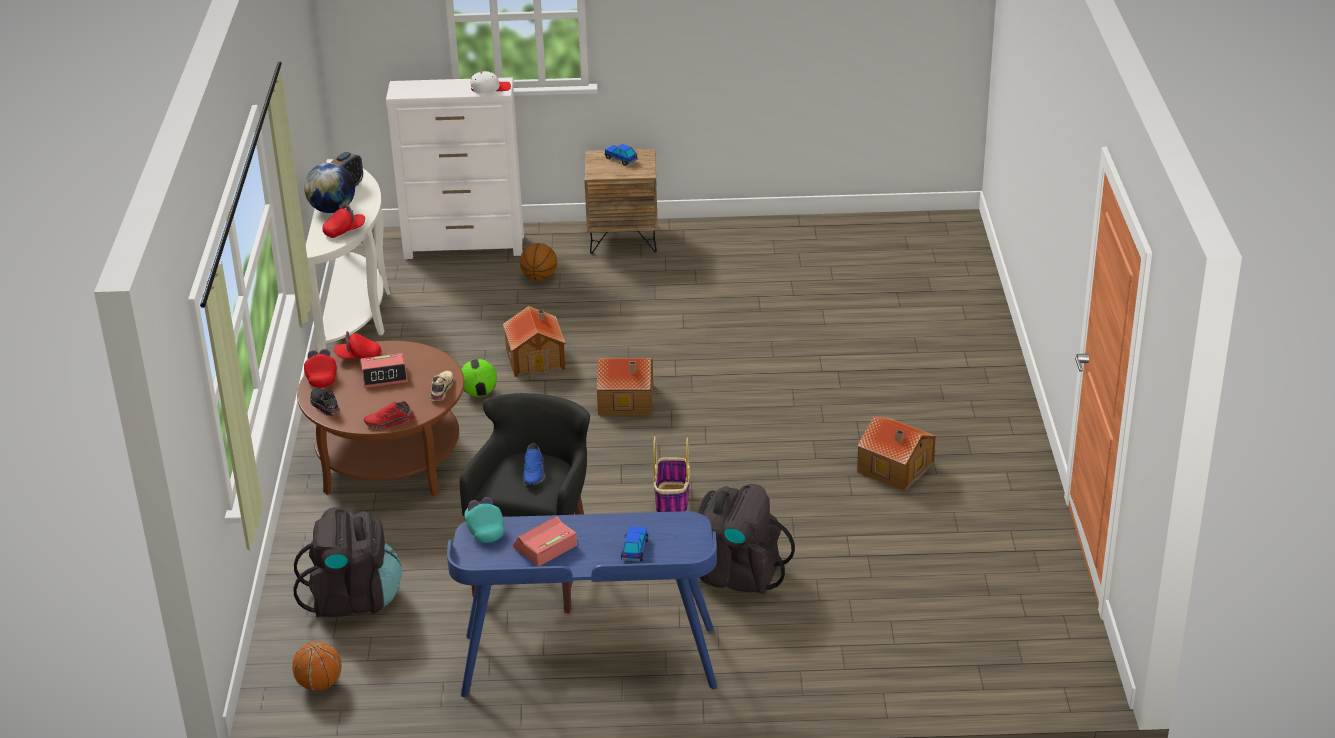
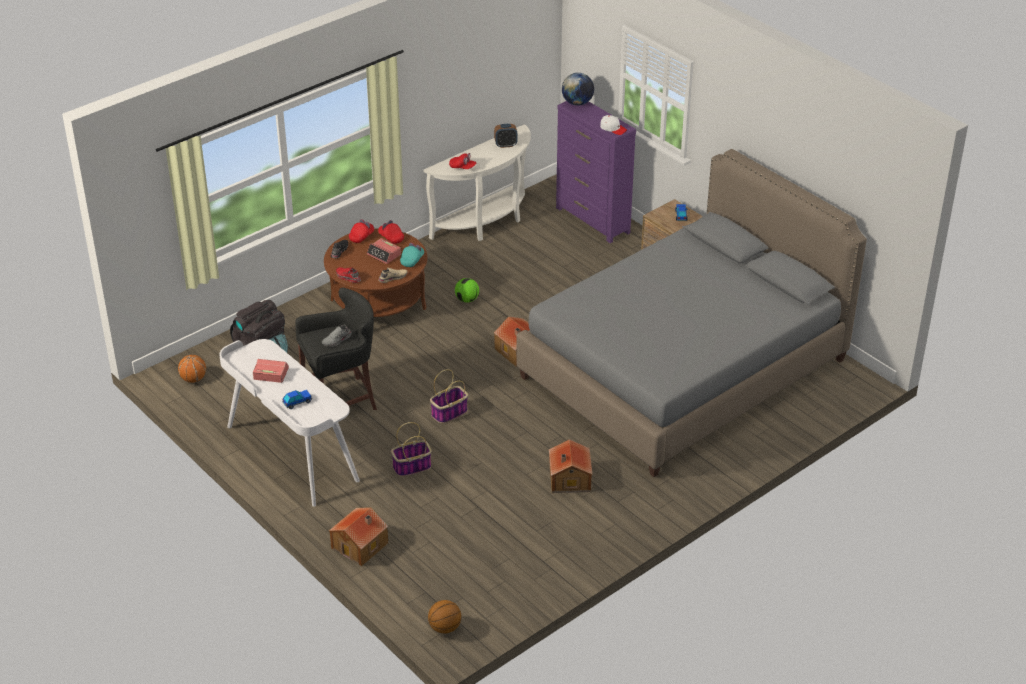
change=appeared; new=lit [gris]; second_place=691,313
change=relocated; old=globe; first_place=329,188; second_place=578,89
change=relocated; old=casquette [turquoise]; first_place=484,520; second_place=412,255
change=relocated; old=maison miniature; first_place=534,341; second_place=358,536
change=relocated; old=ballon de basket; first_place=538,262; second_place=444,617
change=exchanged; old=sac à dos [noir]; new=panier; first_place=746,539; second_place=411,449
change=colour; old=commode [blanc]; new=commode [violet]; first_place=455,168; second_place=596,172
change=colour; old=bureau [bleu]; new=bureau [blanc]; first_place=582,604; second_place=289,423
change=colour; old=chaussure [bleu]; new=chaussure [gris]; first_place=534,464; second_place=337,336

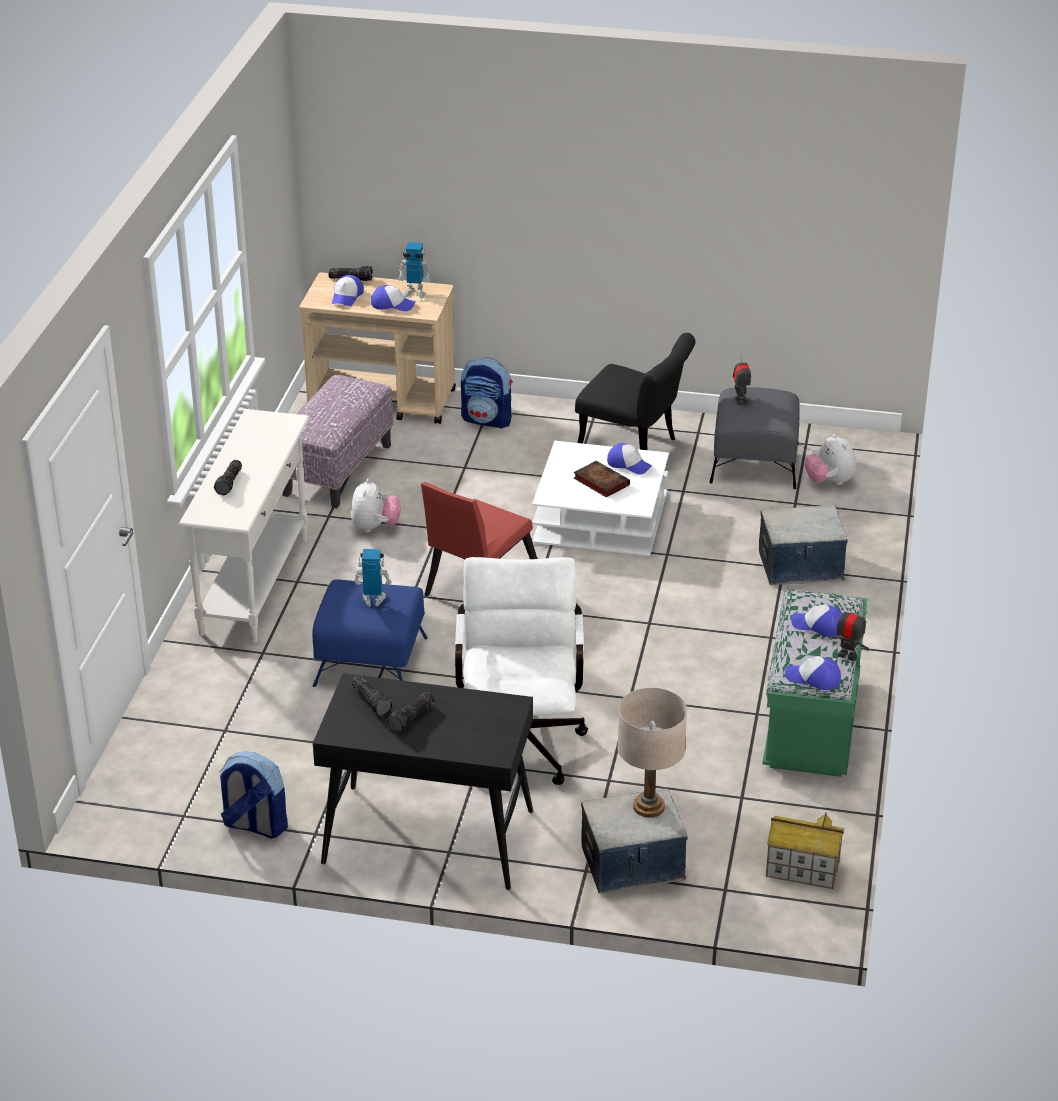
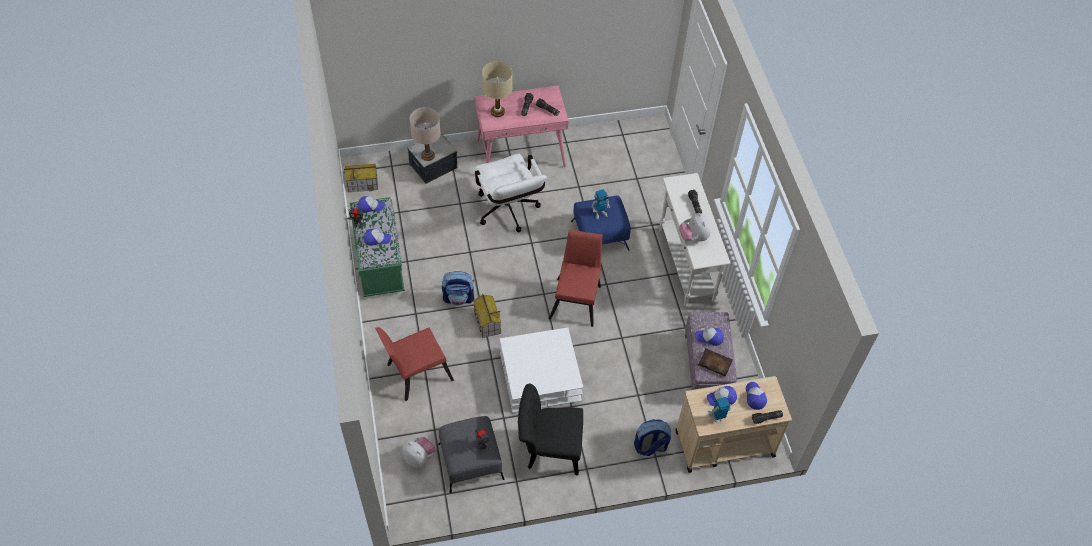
change=appeared; new=maison miniature; second_place=487,316
change=appeared; new=lampe de table [beige]; second_place=497,89
change=relocated; old=sac à dos; first_place=254,795; second_place=458,288
change=relocated; old=peluche; first_place=376,506; second_place=694,227
change=relocated; old=livre; first_place=601,479; second_place=715,363
change=relocated; old=casquette; first_place=629,459; second_place=709,336
change=exchanged; old=boîte de rangement; new=chaise [rouge]; first_place=803,545; second_place=414,364
change=colour; old=bureau [noir]; new=bureau [rose]; first_place=423,781; second_place=522,126

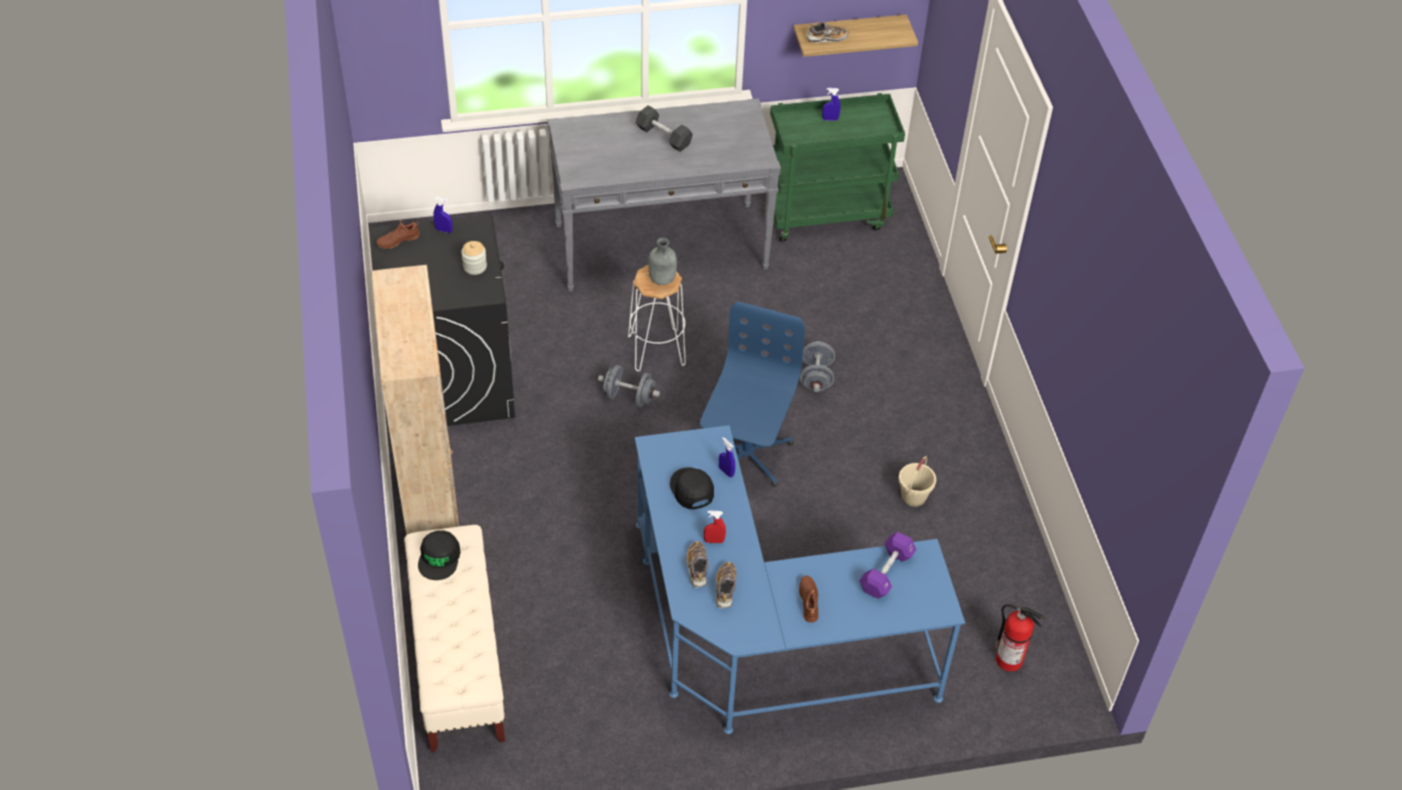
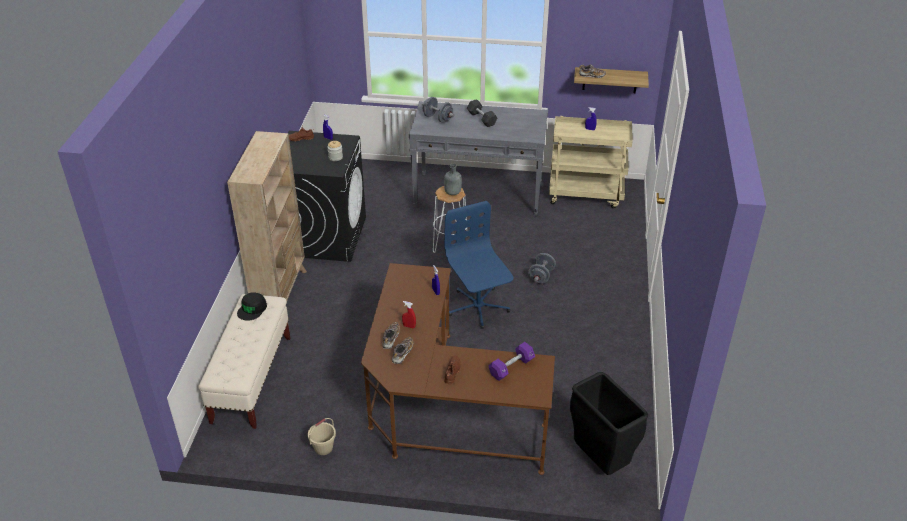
change=missing; old=casquette [noir]; first_place=692,488
change=relocated; old=haltère [gris]; first_place=629,386; second_place=438,110
change=relocated; old=seau [beige]; first_place=917,481; second_place=322,436
change=exchanged; old=extincteur; new=poubelle [noir]; first_place=1019,638; second_place=609,423
change=colour; old=bureau [bleu]; new=bureau [marron]; first_place=800,579; second_place=458,369
change=colour; old=chariot [vert]; new=chariot [beige]; first_place=837,167; second_place=591,162
change=spun; old=chaise de bureau [bleu]; first_place=752,394; second_place=479,265; degrees=-60

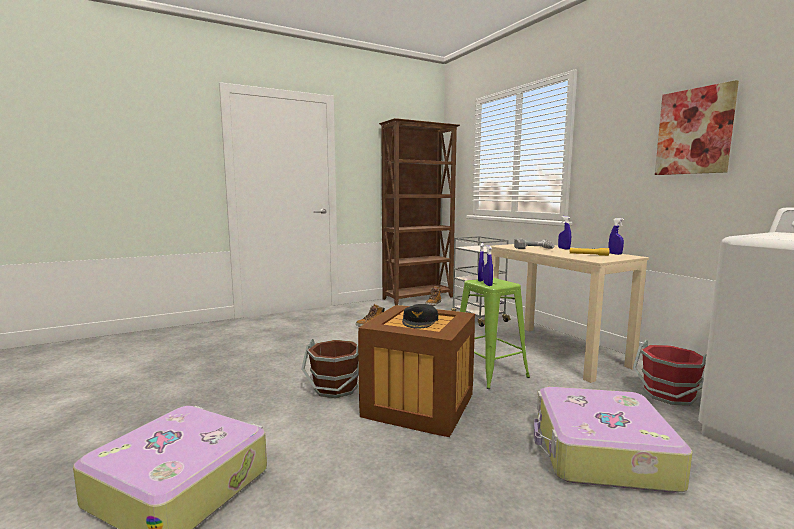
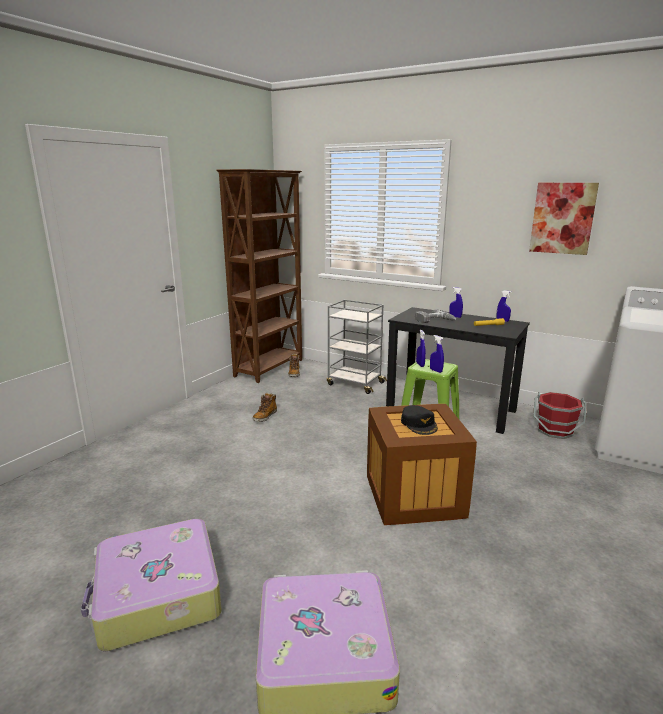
change=missing; old=seau [marron]; first_place=330,368
change=relocated; old=valise; first_place=613,440; second_place=151,585
change=colour; old=bureau [beige]; new=bureau [noir]; first_place=570,313; second_place=458,370

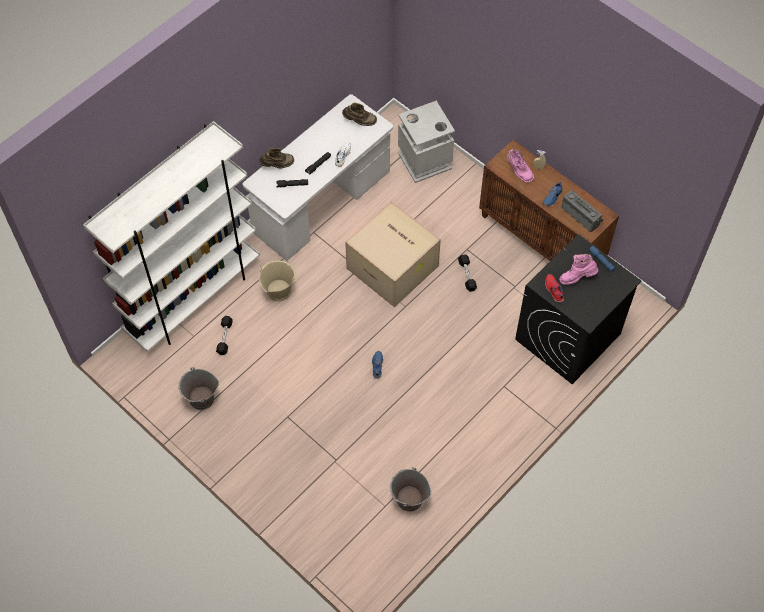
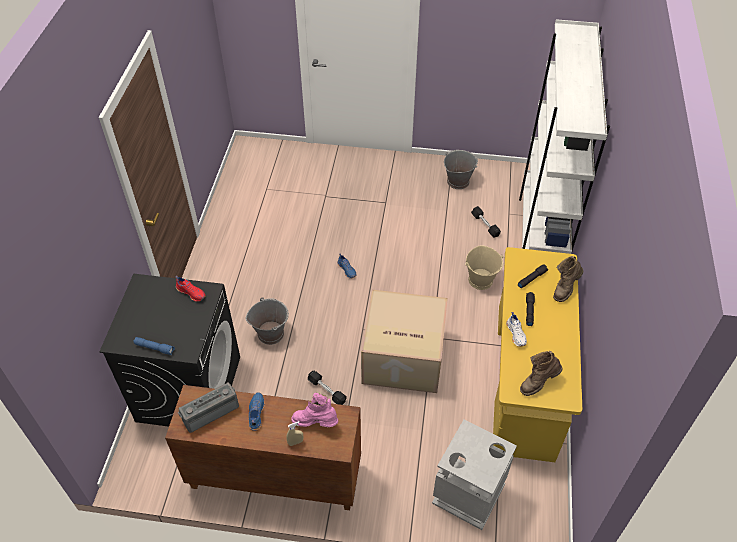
change=missing; old=botte [rose]; first_place=579,269
change=relocated; old=seau [gris]; first_place=410,489; second_place=267,321
change=colour; old=bureau [blanc]; new=bureau [jaune]; first_place=318,177; second_place=537,354
change=spun; old=radio; first_place=583,211; second_place=208,407; degrees=135

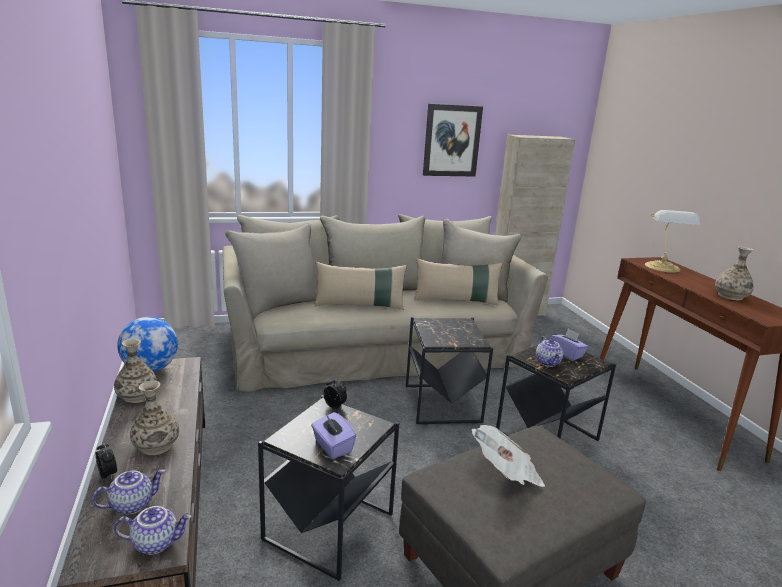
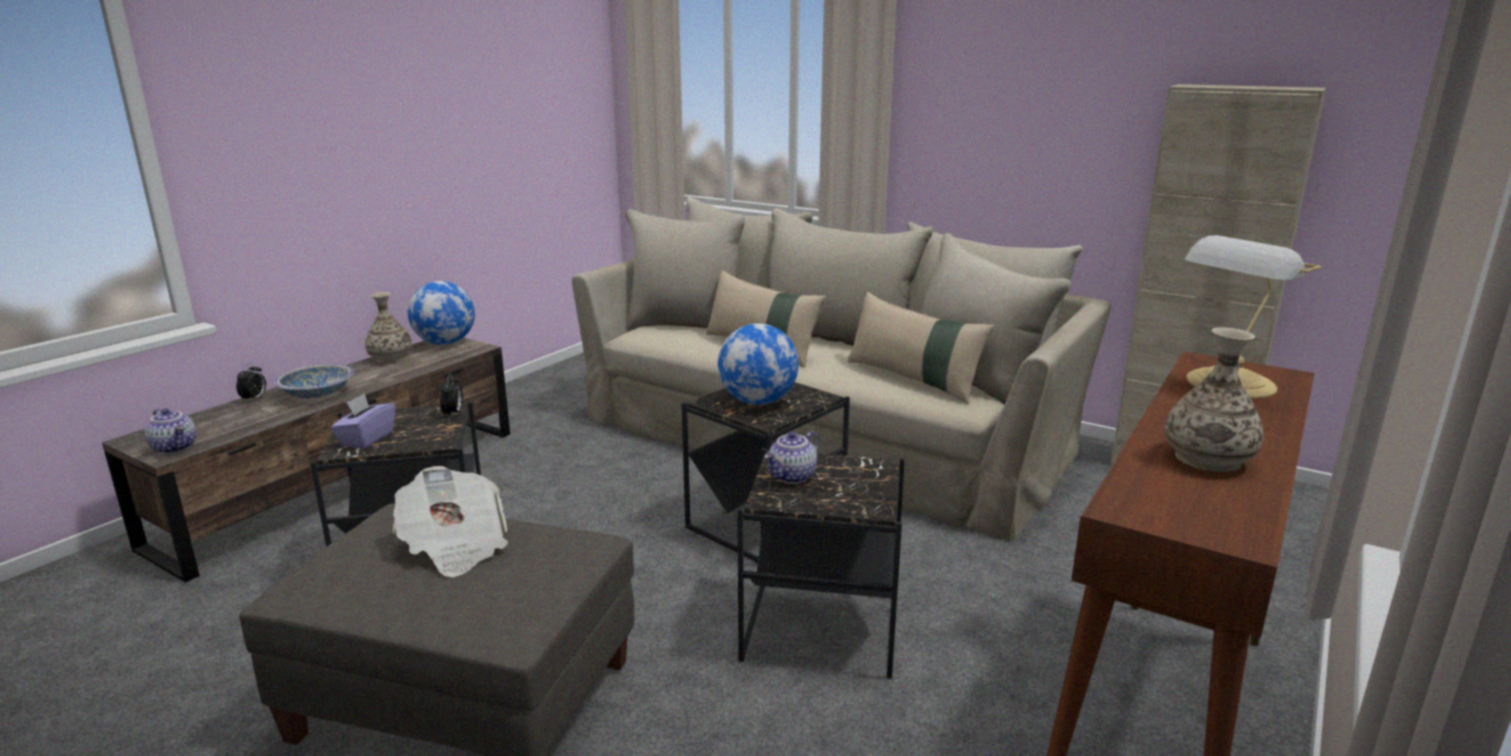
change=missing; old=théière; first_place=128,492
change=missing; old=tableau; first_place=453,140
change=missing; old=boîte à mouchoirs [violet]; first_place=569,345
change=appeared; new=globe; second_place=758,364
change=exchanged; old=vase; new=bol; first_place=154,418; second_place=314,381

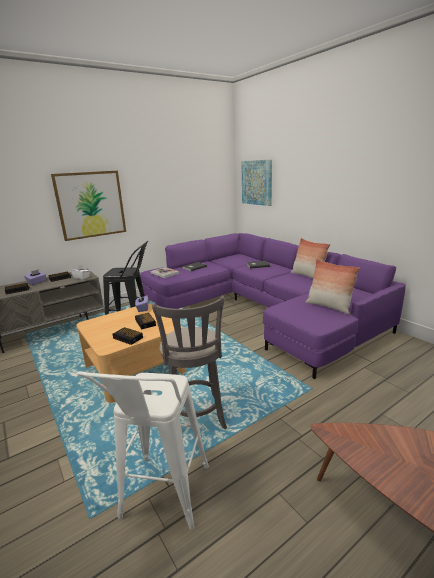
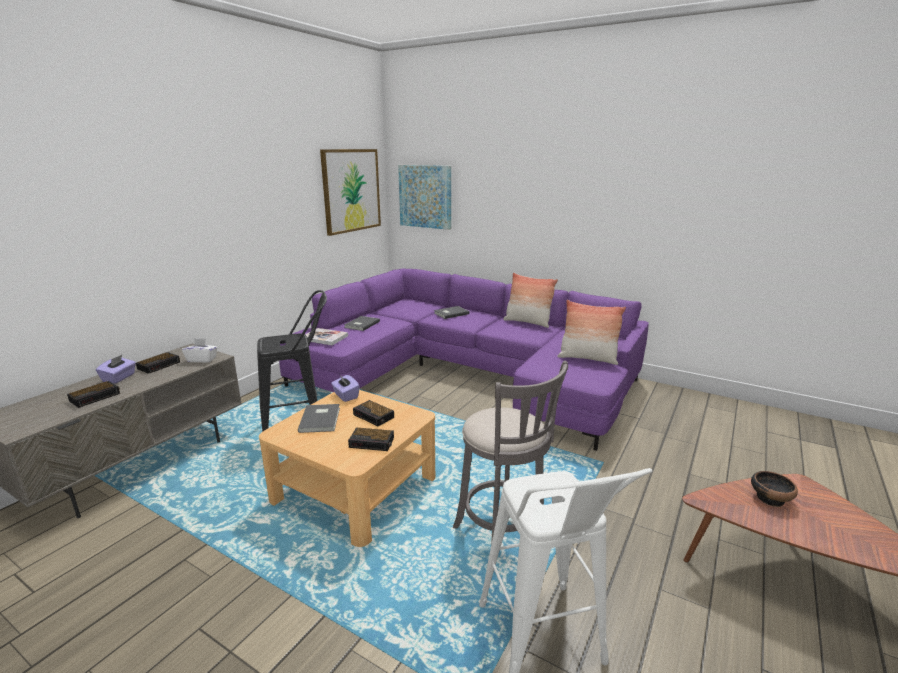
change=appeared; new=livre [gris]; second_place=319,418
change=appeared; new=bol; second_place=774,489
change=relocated; old=tableau; first_place=88,206; second_place=350,192

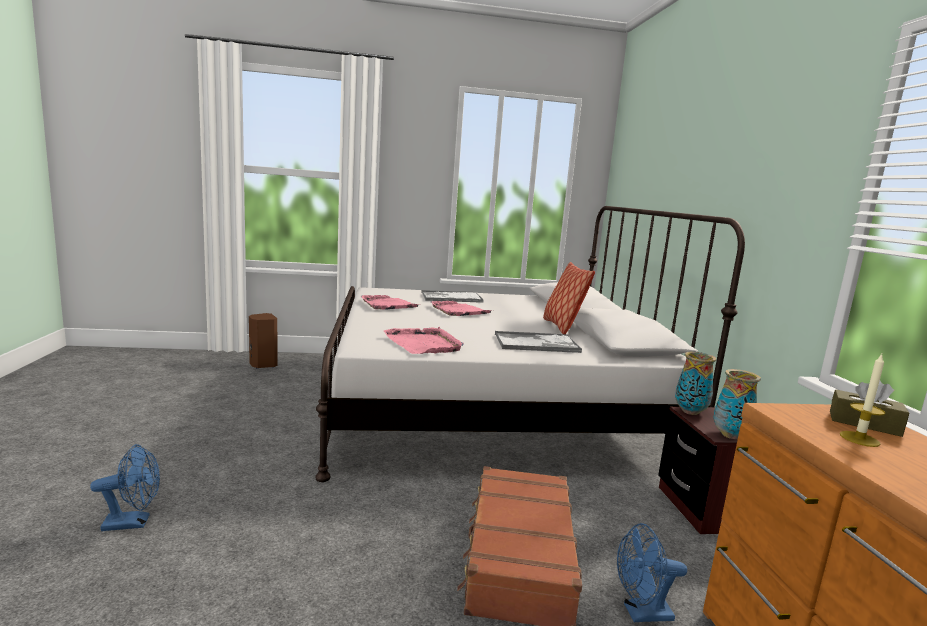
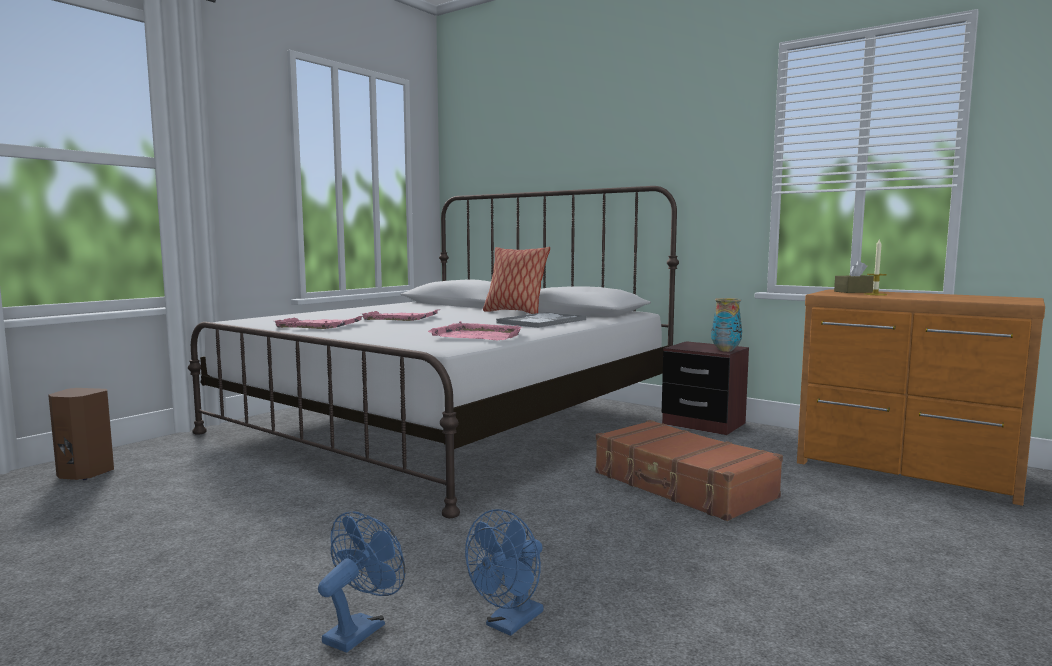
change=missing; old=plateau; first_place=452,296
change=missing; old=vase; first_place=695,383
change=relocated; old=ventilateur [bleu]; first_place=652,572; second_place=504,572

